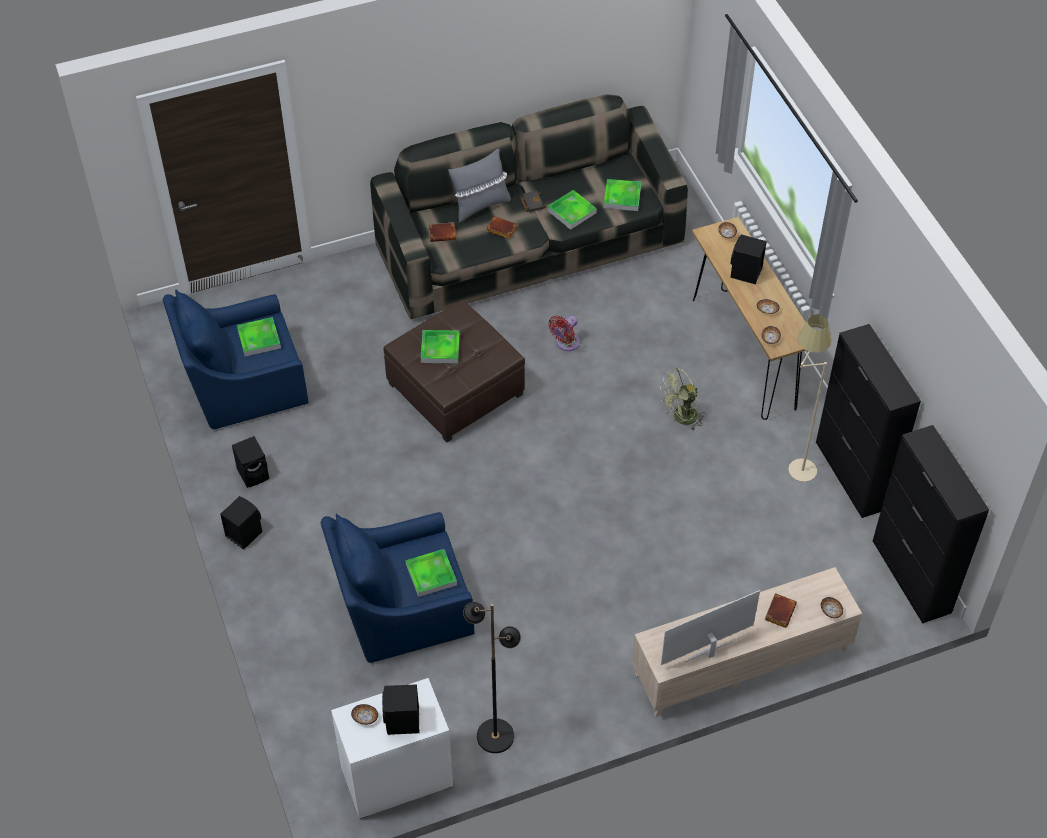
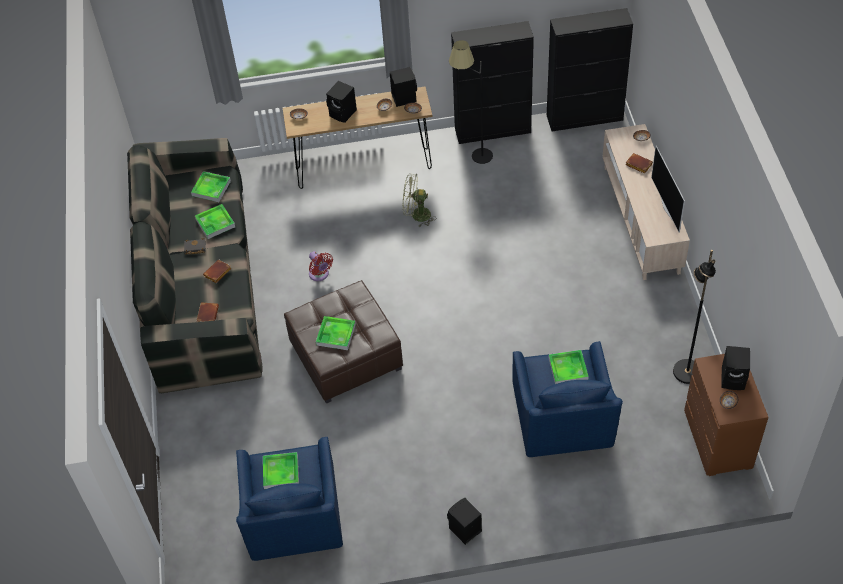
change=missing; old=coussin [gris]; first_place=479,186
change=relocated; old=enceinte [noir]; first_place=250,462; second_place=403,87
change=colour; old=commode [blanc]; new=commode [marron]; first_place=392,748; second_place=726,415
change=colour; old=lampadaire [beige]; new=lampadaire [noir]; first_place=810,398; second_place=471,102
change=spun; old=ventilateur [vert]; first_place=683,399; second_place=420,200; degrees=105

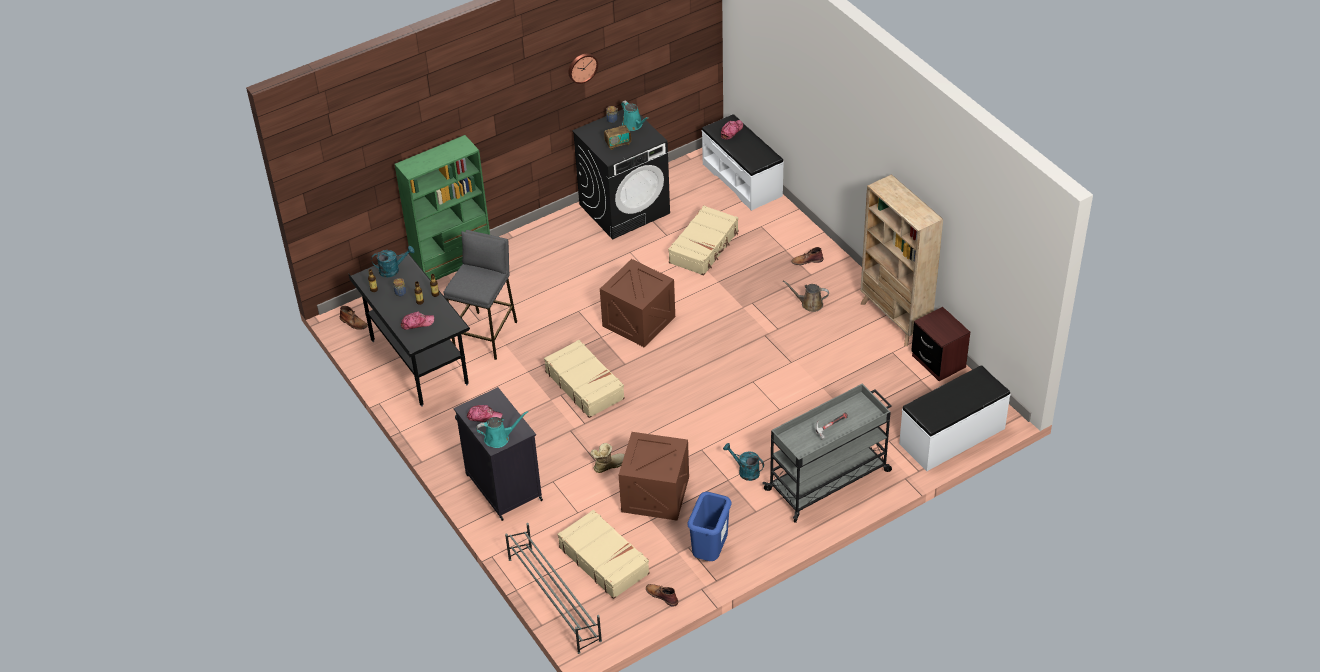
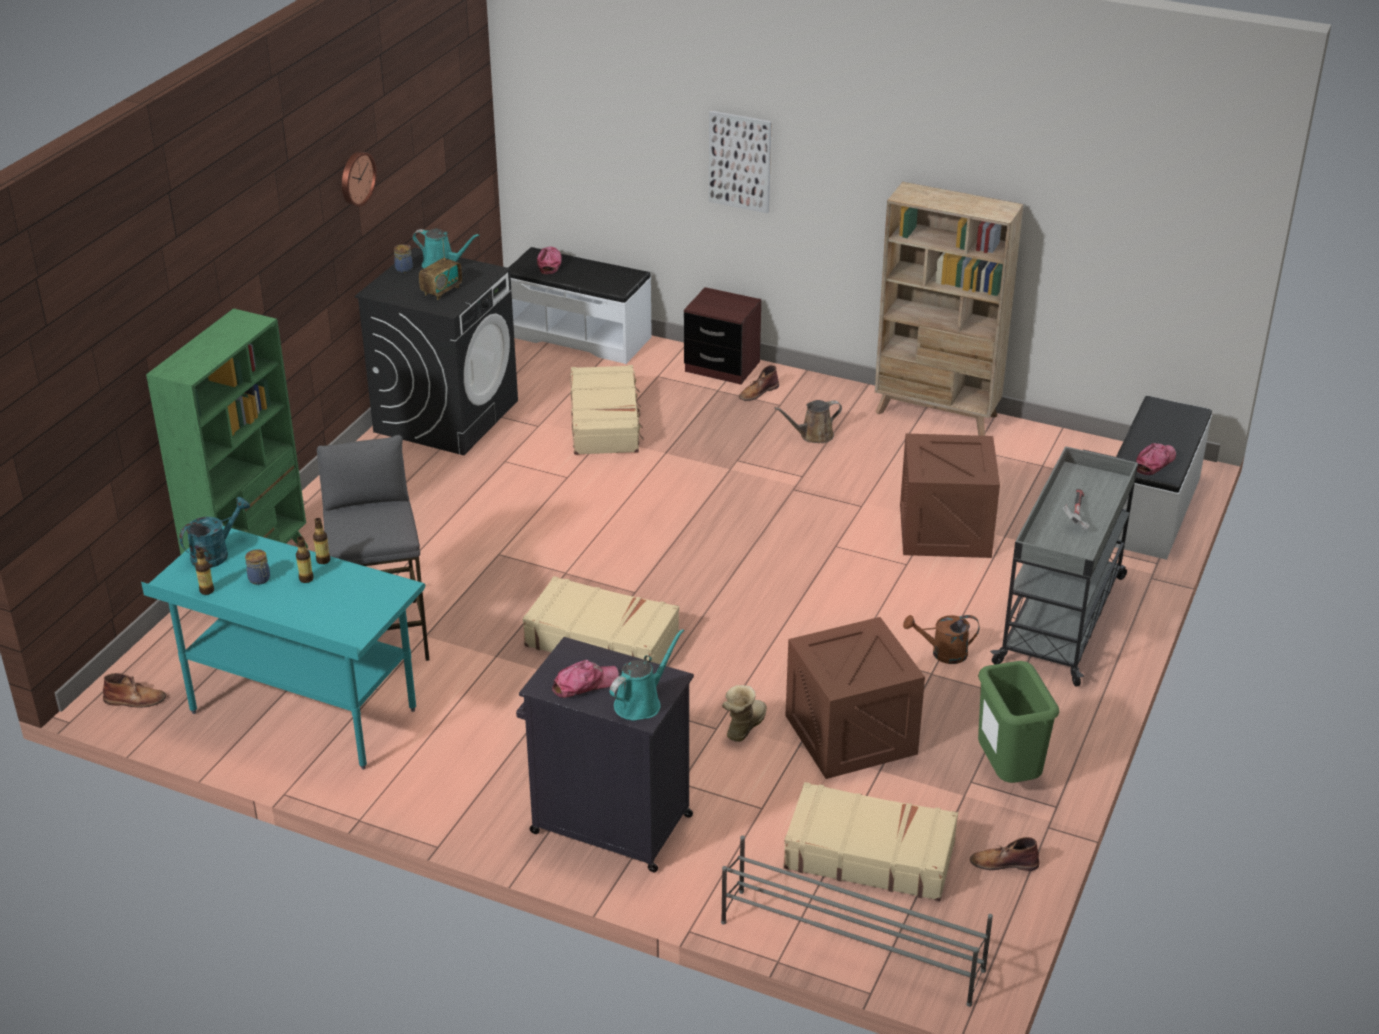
change=appeared; new=tableau; second_place=740,162
change=relocated; old=casquette; first_place=417,321; second_place=1156,459
change=relocated; old=caisse; first_place=637,303; second_place=950,495
change=relocated; old=table de chevet [marron]; first_place=940,344; second_place=722,336
change=colour; old=bureau [noir]; new=bureau [turquoise]; first_place=409,329; second_place=283,648
change=colour; old=poubelle [bleu]; new=poubelle [vert]; first_place=709,526; second_place=1019,722
change=colour; old=arrosoir [turquoise]; new=arrosoir [marron]; first_place=743,462; second_place=941,639

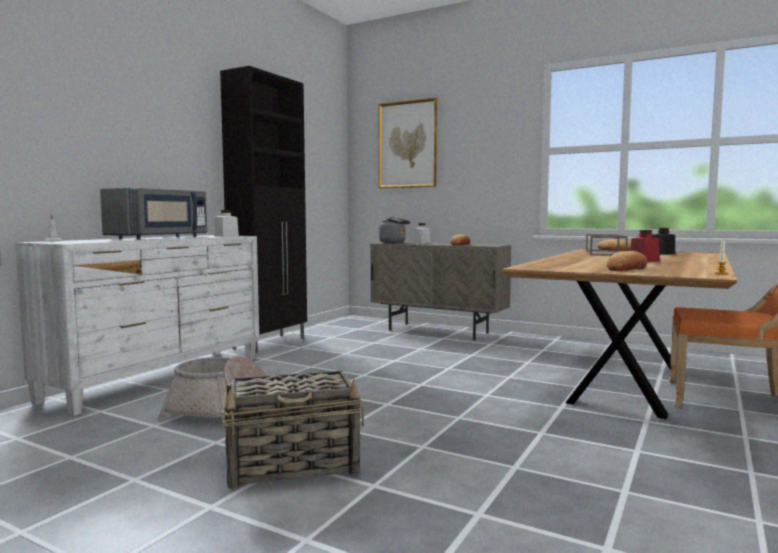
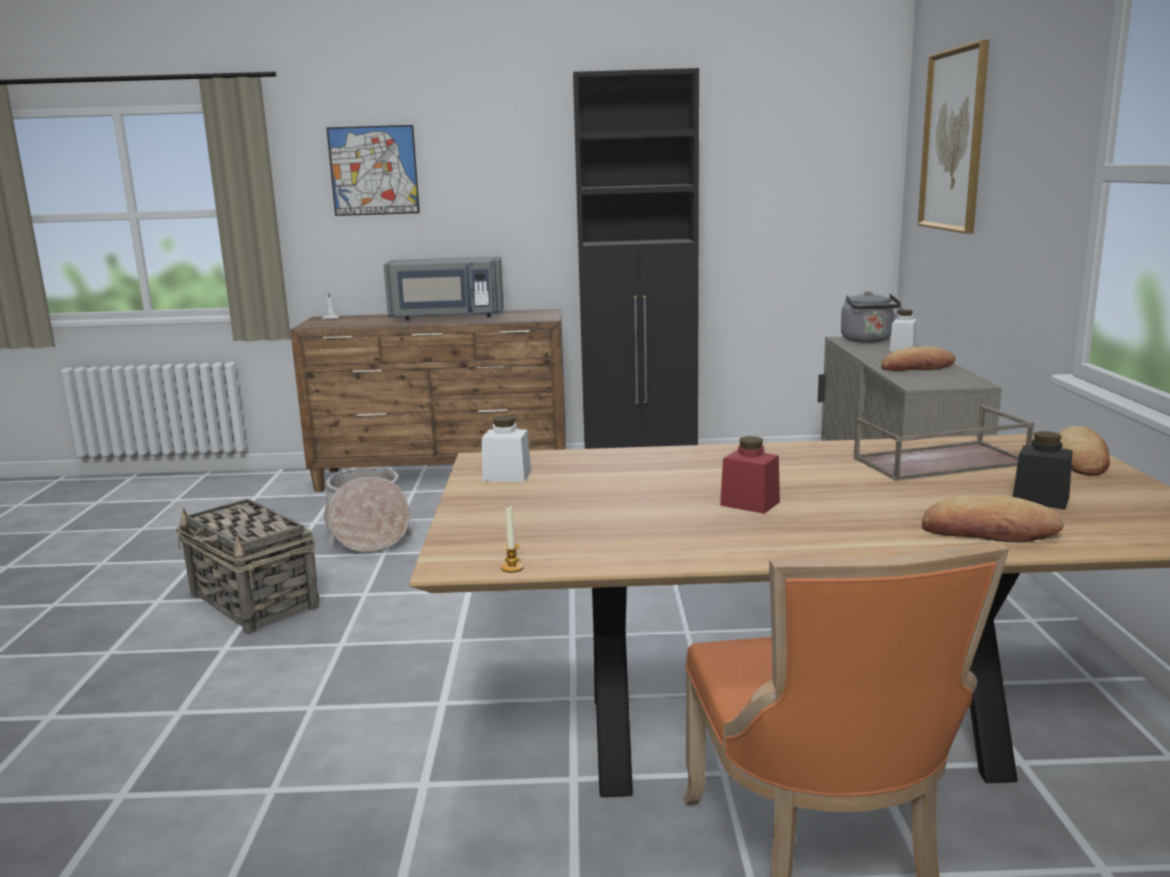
change=appeared; new=tableau; second_place=373,170
change=relocated; old=bocal [blanc]; first_place=226,223; second_place=506,448
change=relocated; old=pain; first_place=627,261; second_place=993,518
change=colour; old=commode [blanc]; new=commode [marron]; first_place=137,325; second_place=428,400

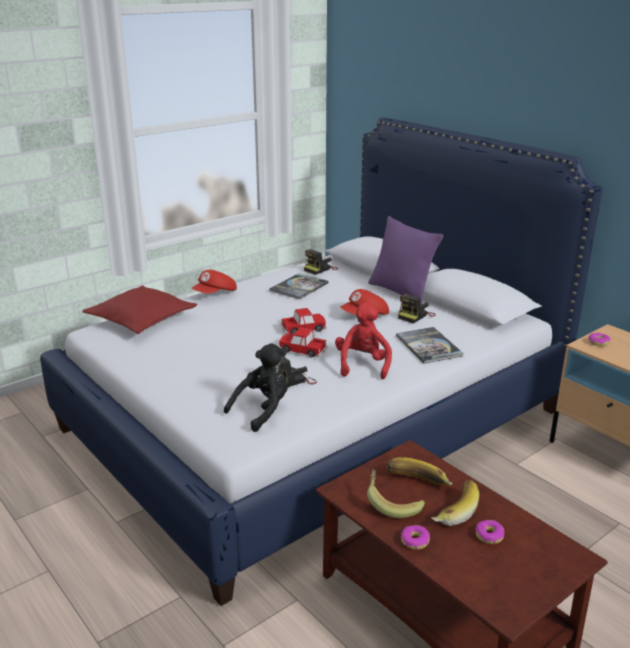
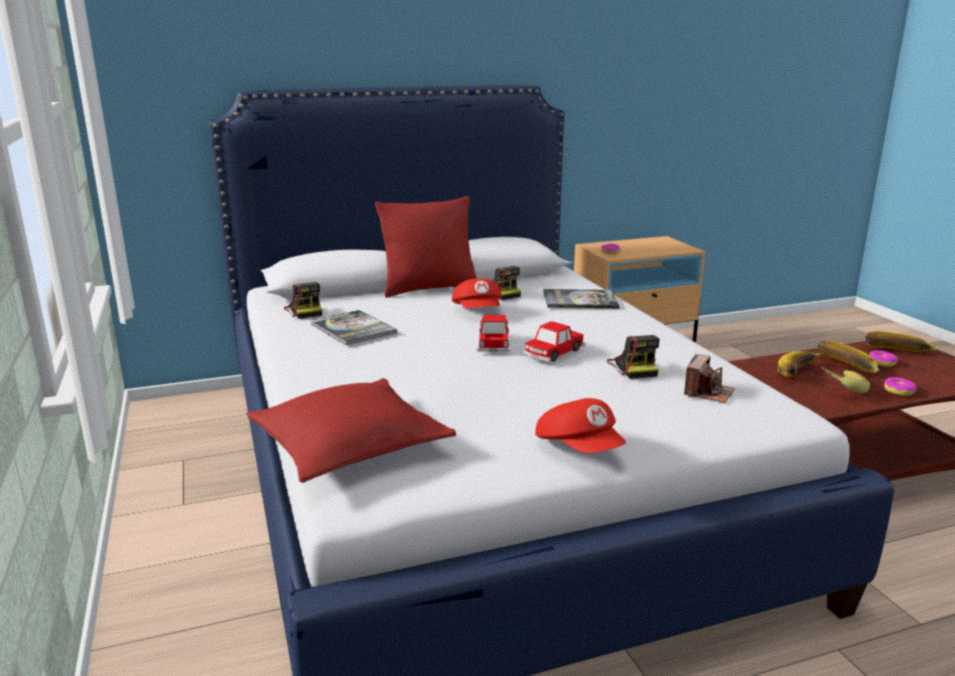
change=missing; old=peluche [rouge]; first_place=363,340
change=appeared; new=banane; second_place=902,341
change=relocated; old=casquette [rouge]; first_place=214,282; second_place=580,425
change=exchanged; old=peluche [noir]; new=appareil photo; first_place=256,387; second_place=709,378
change=colour; old=coussin [violet]; new=coussin [rouge]; first_place=405,260; second_place=426,247

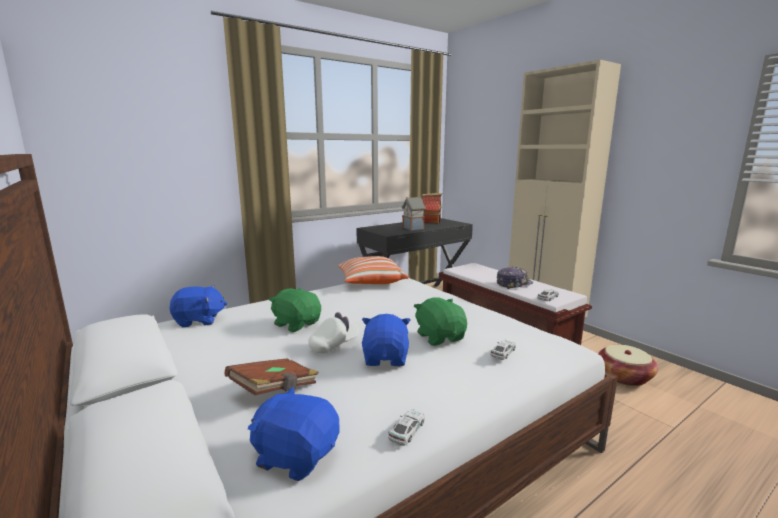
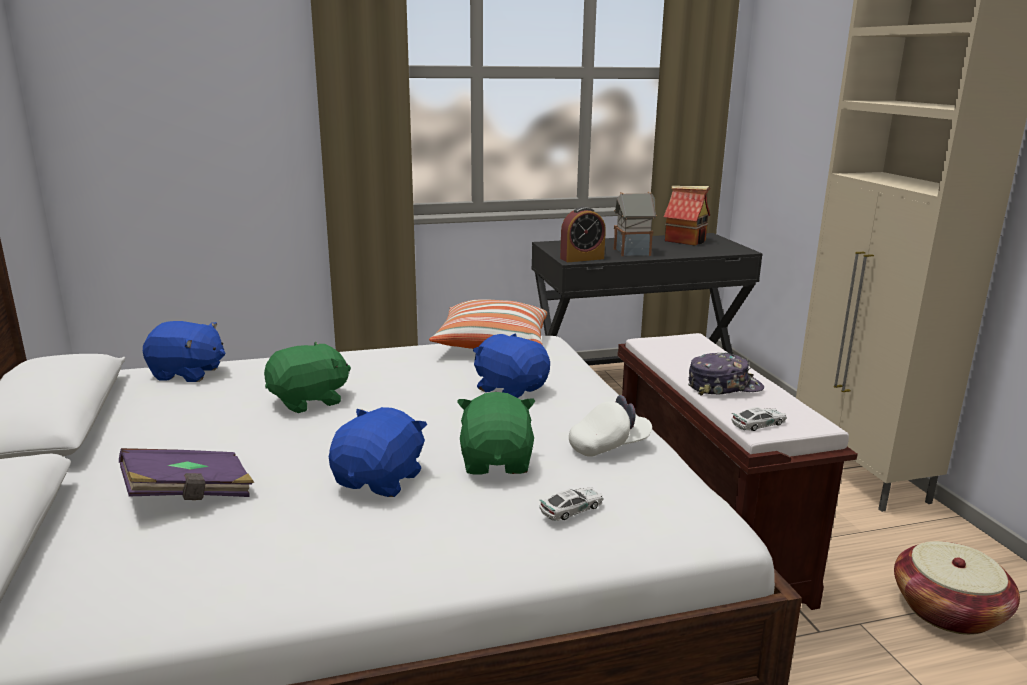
change=missing; old=petite voiture; first_place=406,427
change=appeared; new=réveil; second_place=583,234
change=relocated; old=peluche [bleu]; first_place=293,433; second_place=511,365
change=relocated; old=casquette [blanc]; first_place=333,333; second_place=610,426
change=colour; old=livre [marron]; new=livre [violet]; first_place=272,376; second_place=186,474
change=spun; old=peluche [vert]; first_place=295,310; second_place=307,377; degrees=90

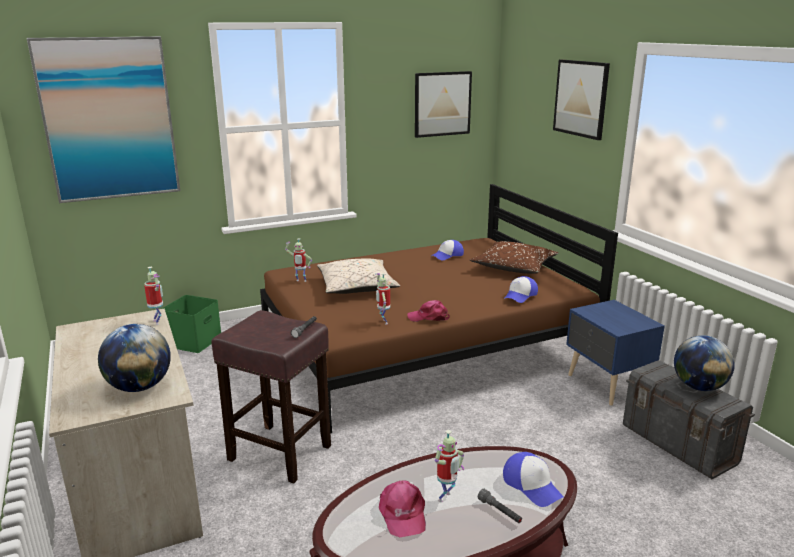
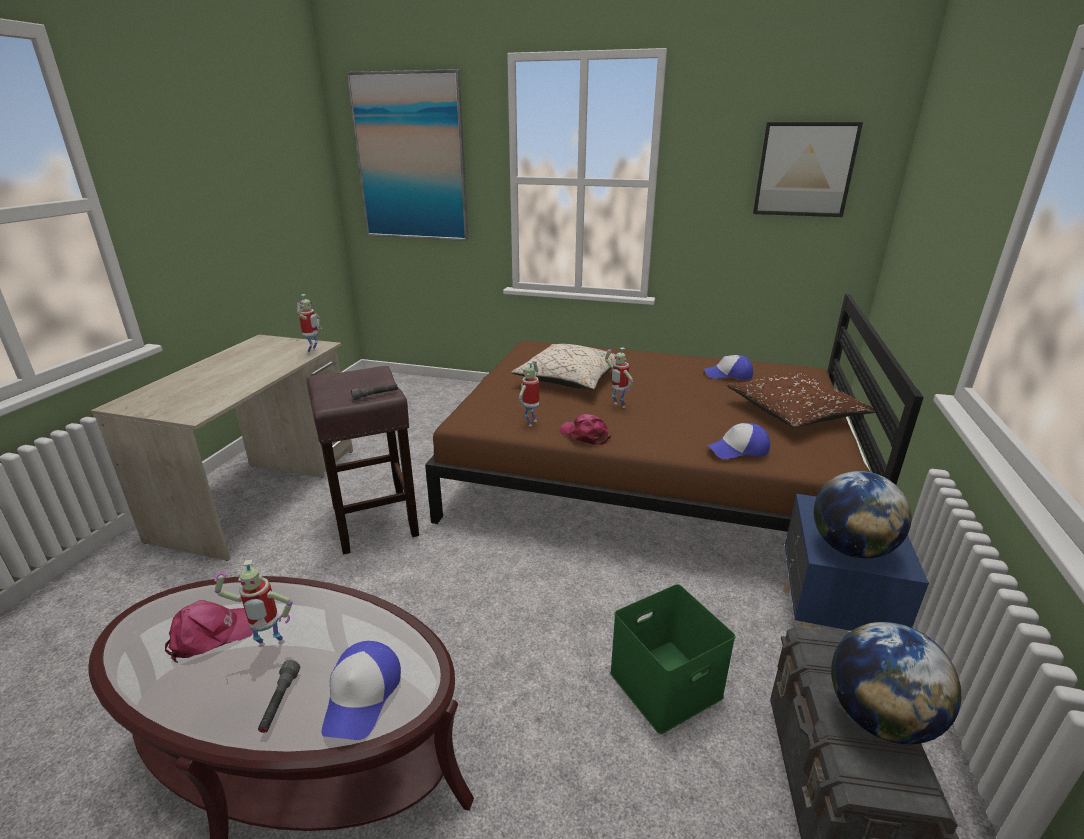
change=missing; old=tableau; first_place=581,99
change=relocated; old=globe; first_place=134,358; second_place=863,515
change=relocated; old=boîte de rangement [vert]; first_place=191,324; second_place=673,659
change=relocated; old=robot jouet; first_place=298,260; second_place=619,377
change=spun; old=casquette [rose]; first_place=402,508; second_place=209,631; degrees=-150

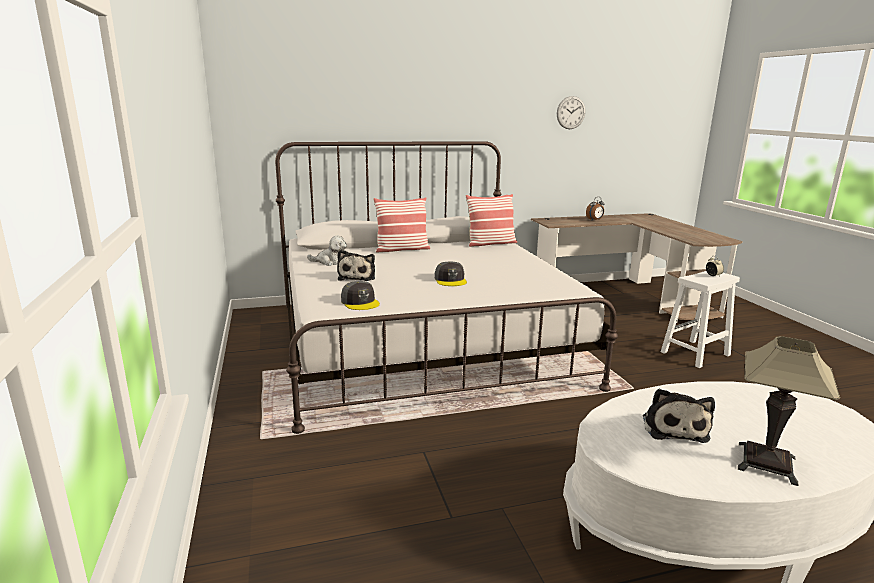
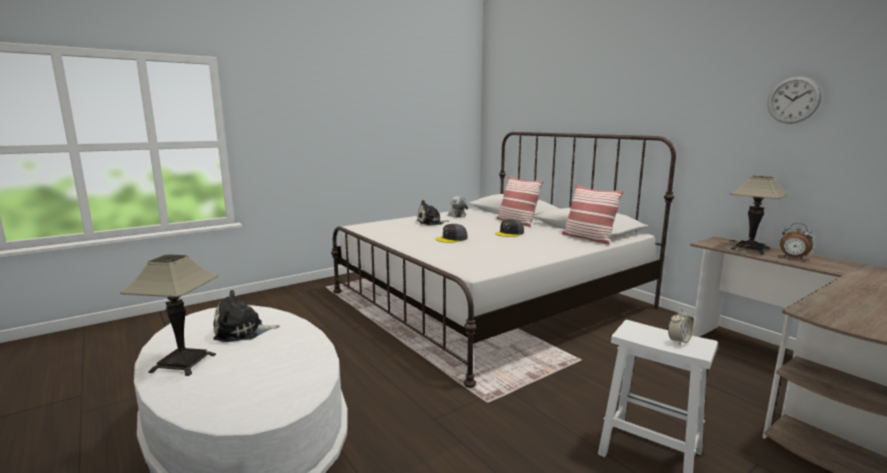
change=appeared; new=lampe de table; second_place=759,215
change=relocated; old=casquette [gris]; first_place=360,295; second_place=510,228

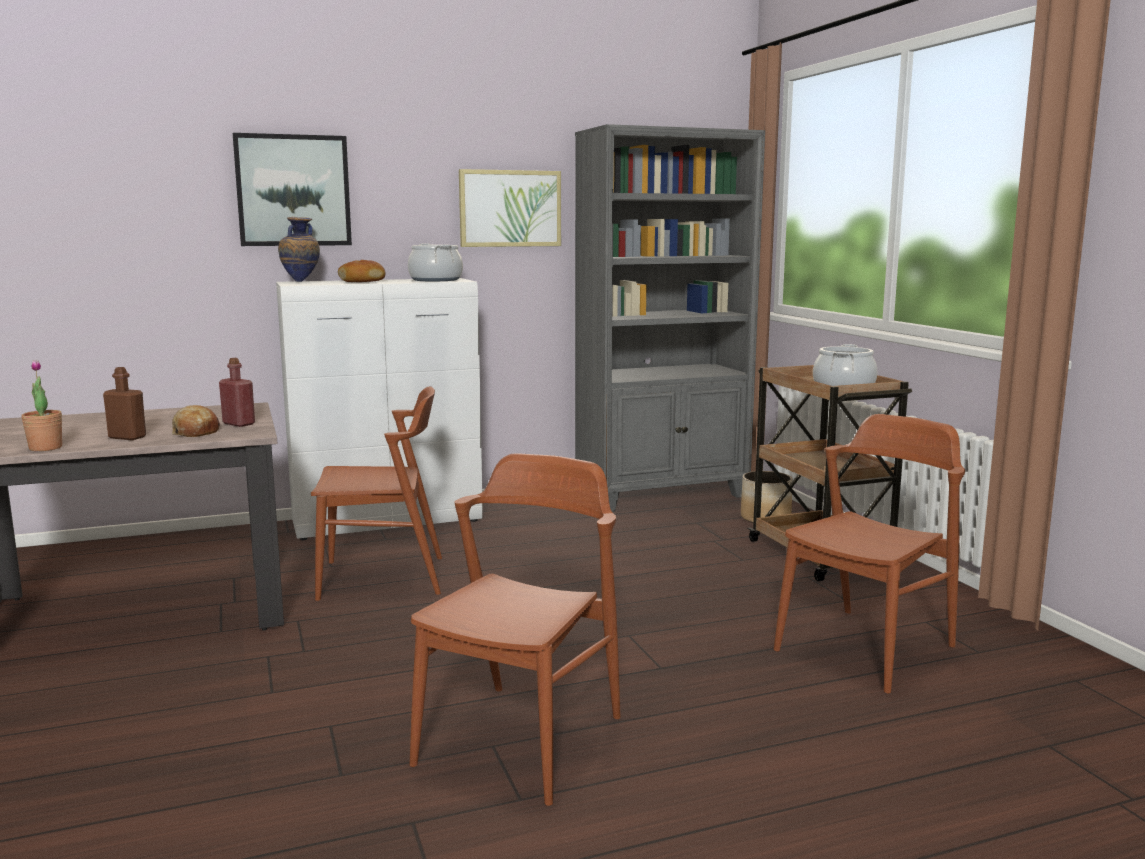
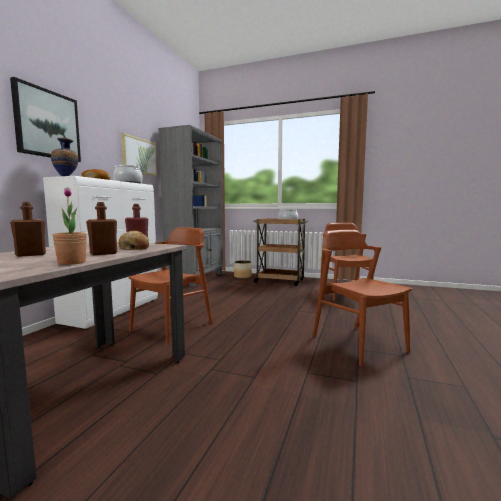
change=appeared; new=bouteille [marron]; second_place=28,229

